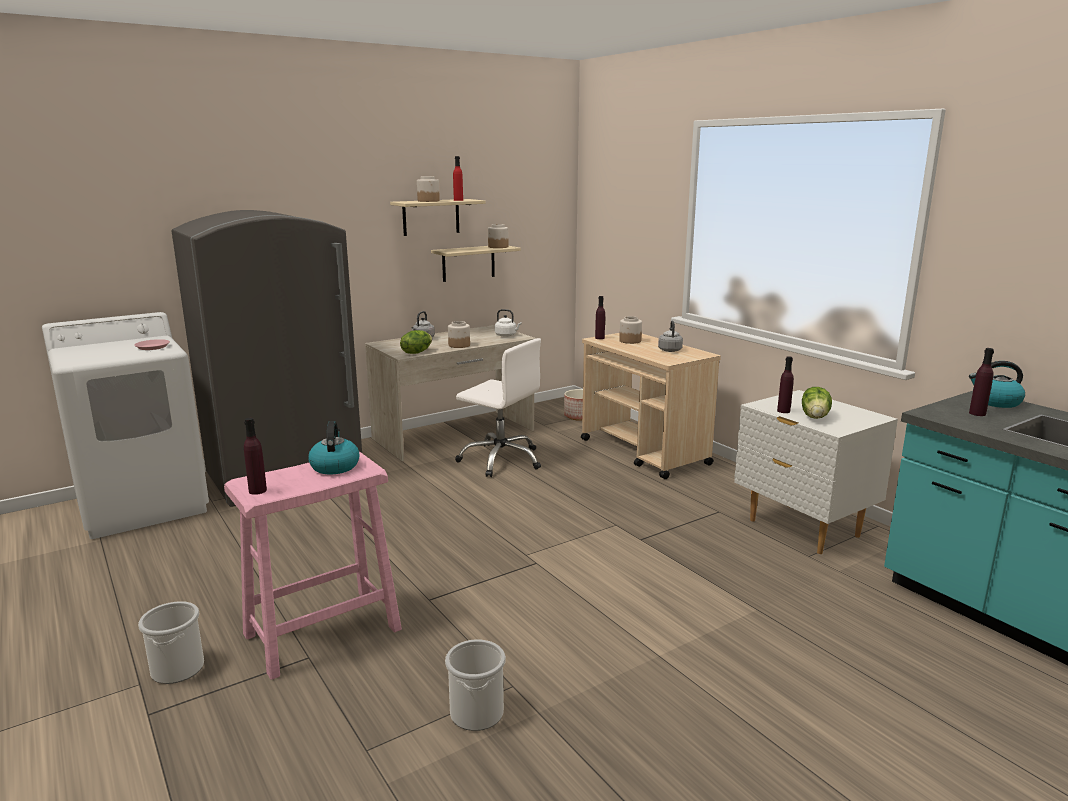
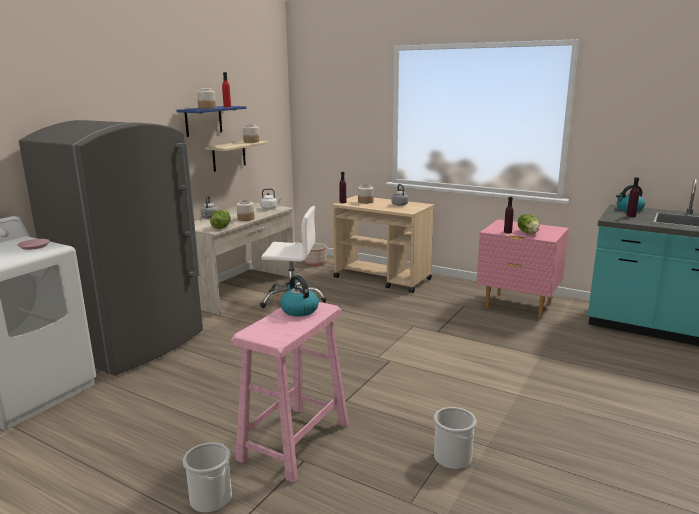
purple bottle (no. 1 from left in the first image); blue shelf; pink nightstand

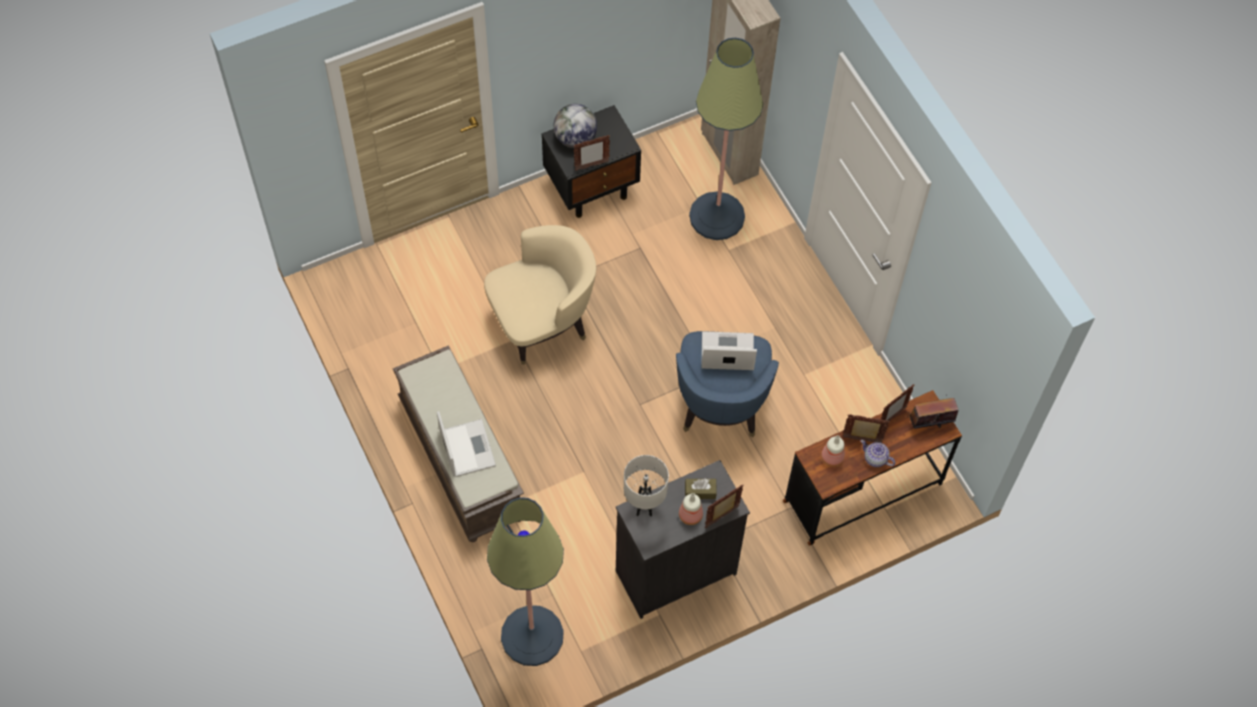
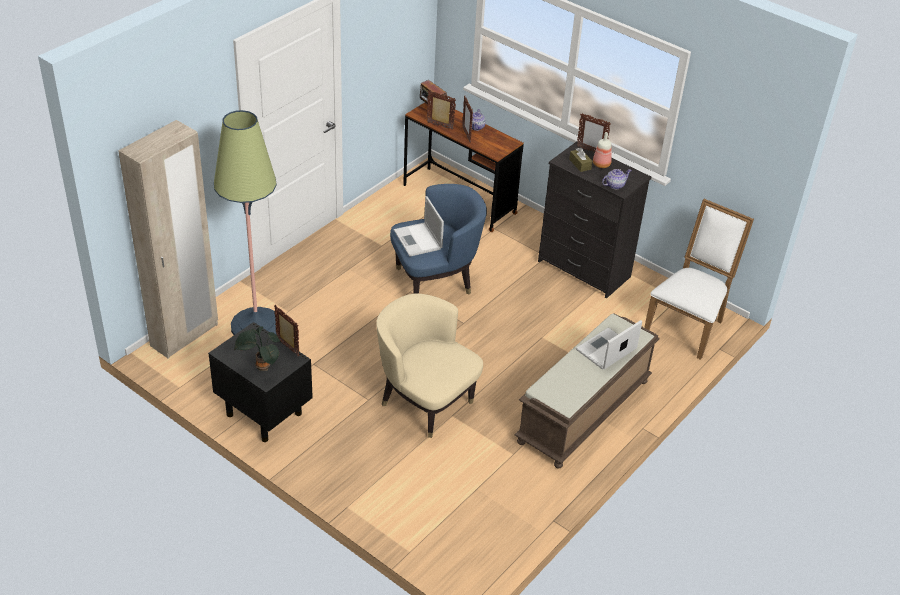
white chair; potted plant; teapot (no. 2 from left); bottle (no. 2 from left in the first image)

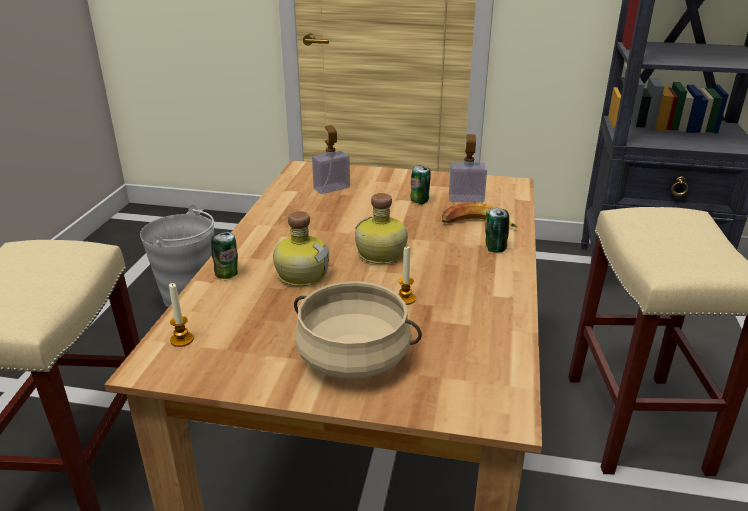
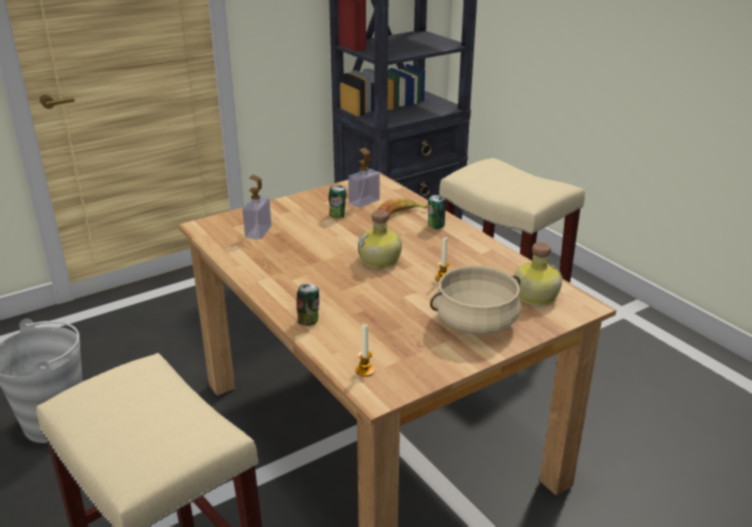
bottle (no. 2 from left)

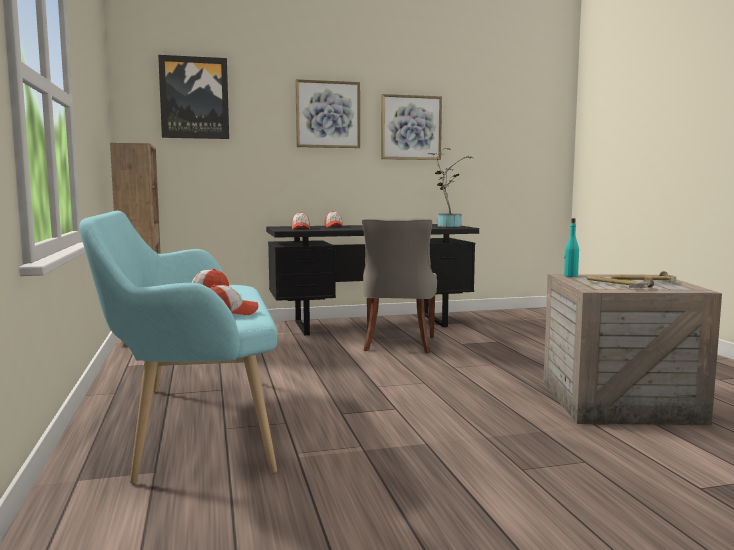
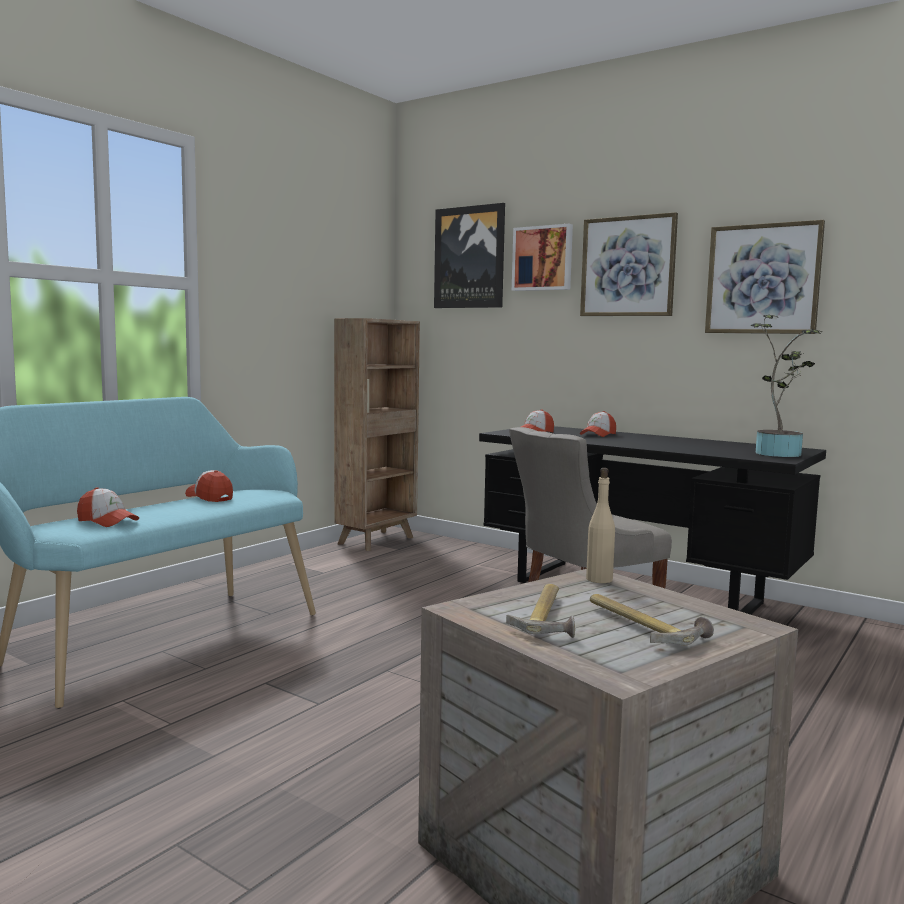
beige bottle; picture (no. 2 from left)

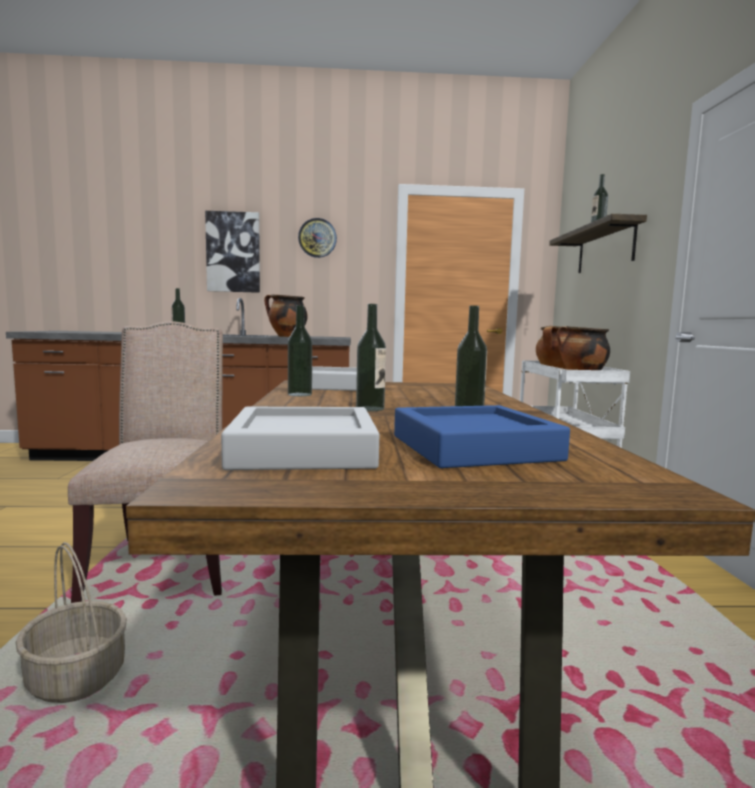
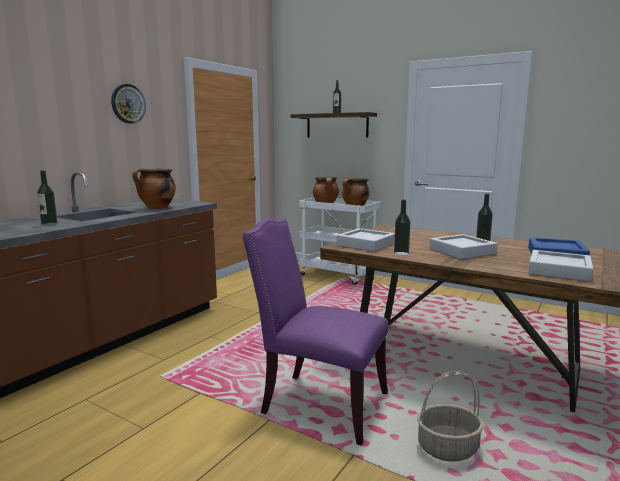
purple chair; picture; grey tray (no. 2 from left)

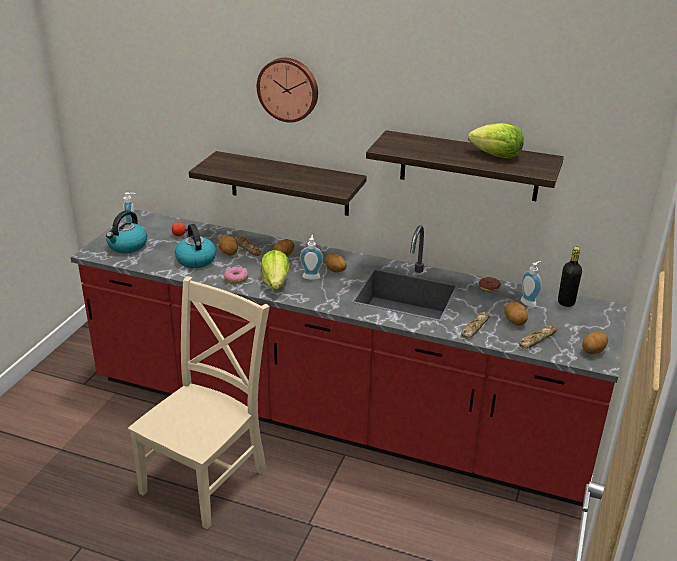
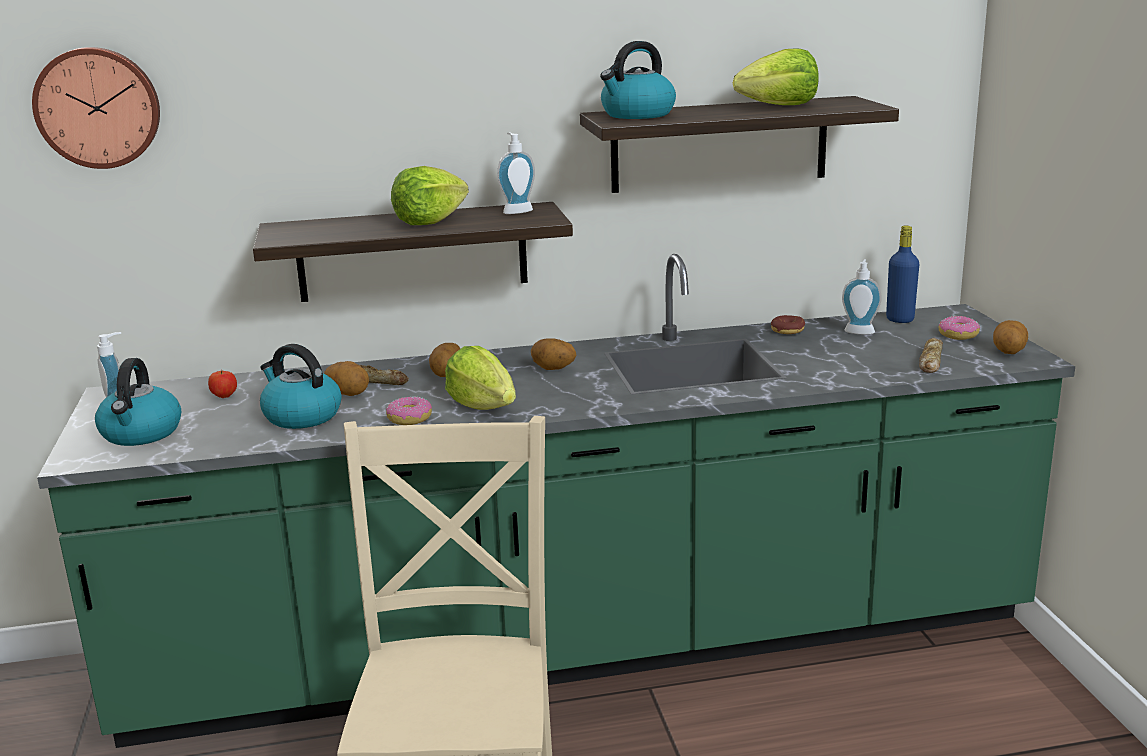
green counter; wall clock; soap dispenser (no. 2 from left); bread (no. 2 from left in the first image); potato (no. 4 from left in the first image); blue bottle; lettuce (no. 1 from left); kettle (no. 3 from left); donut (no. 3 from left)

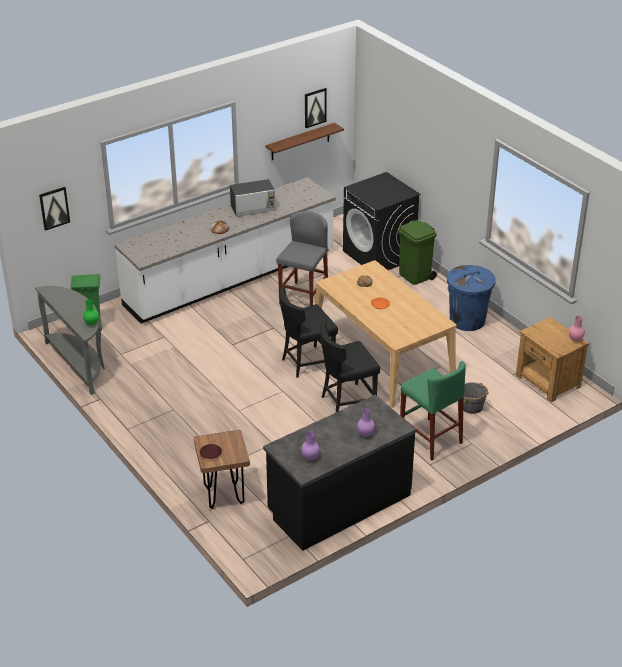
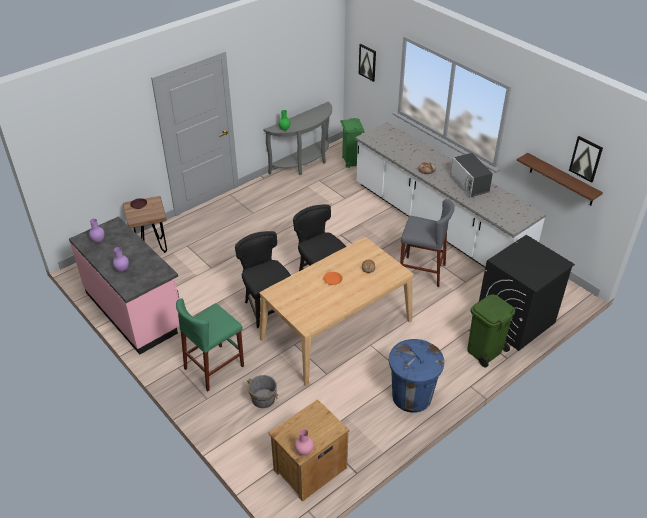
pink counter

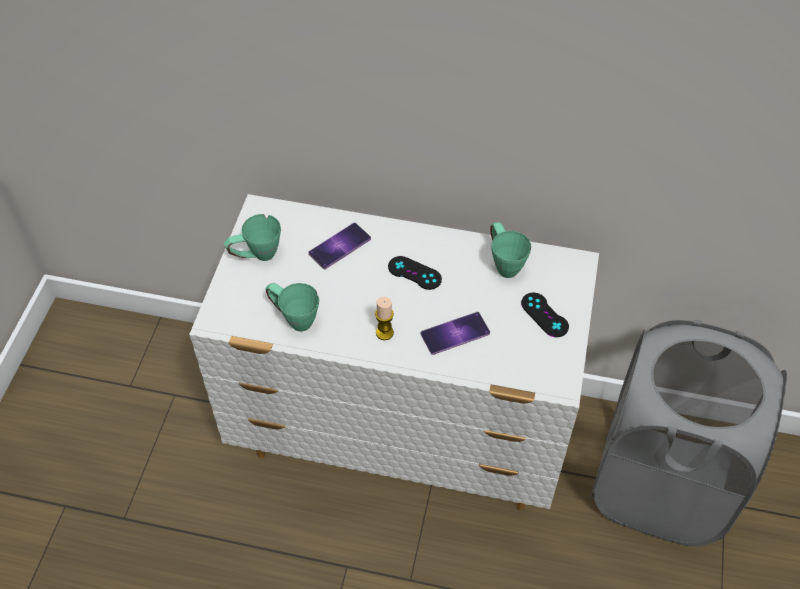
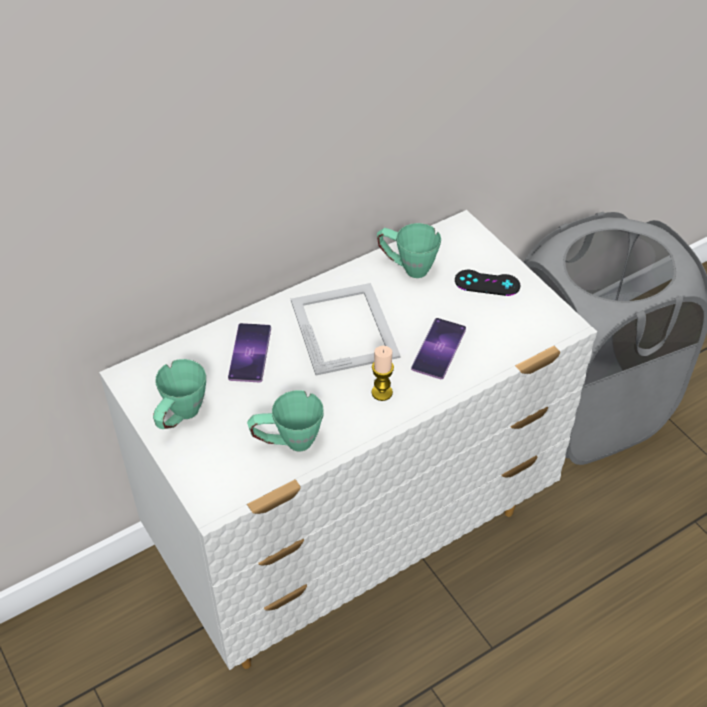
picture frame

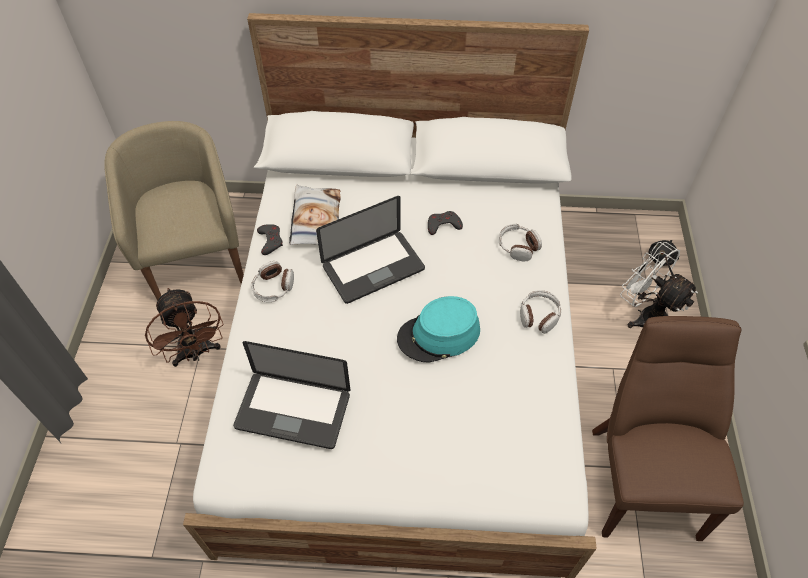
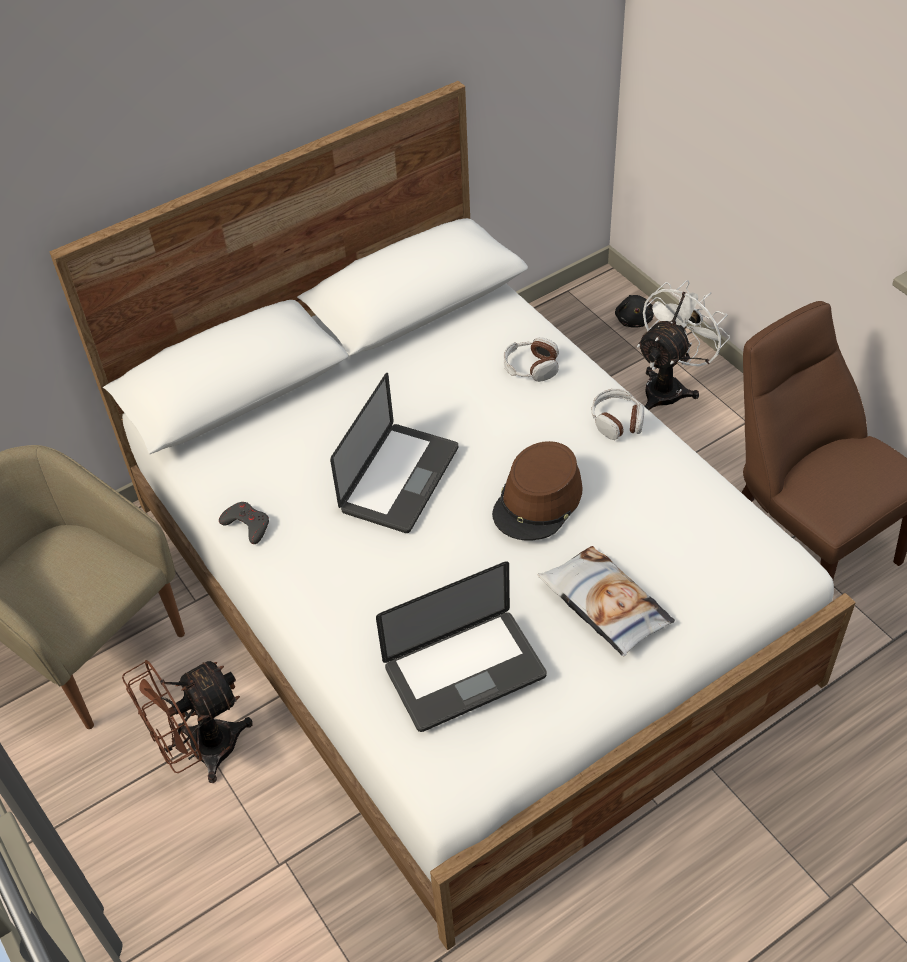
brown fan; headphones (no. 1 from left in the first image); pillow; brown hat; grey game controller (no. 2 from left in the first image); white fan

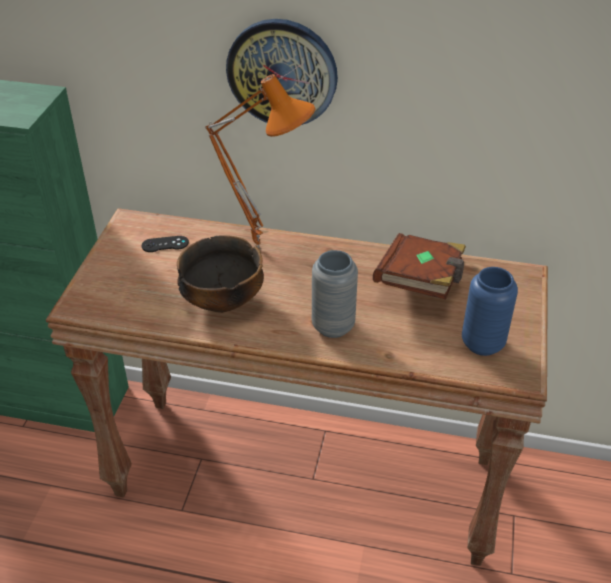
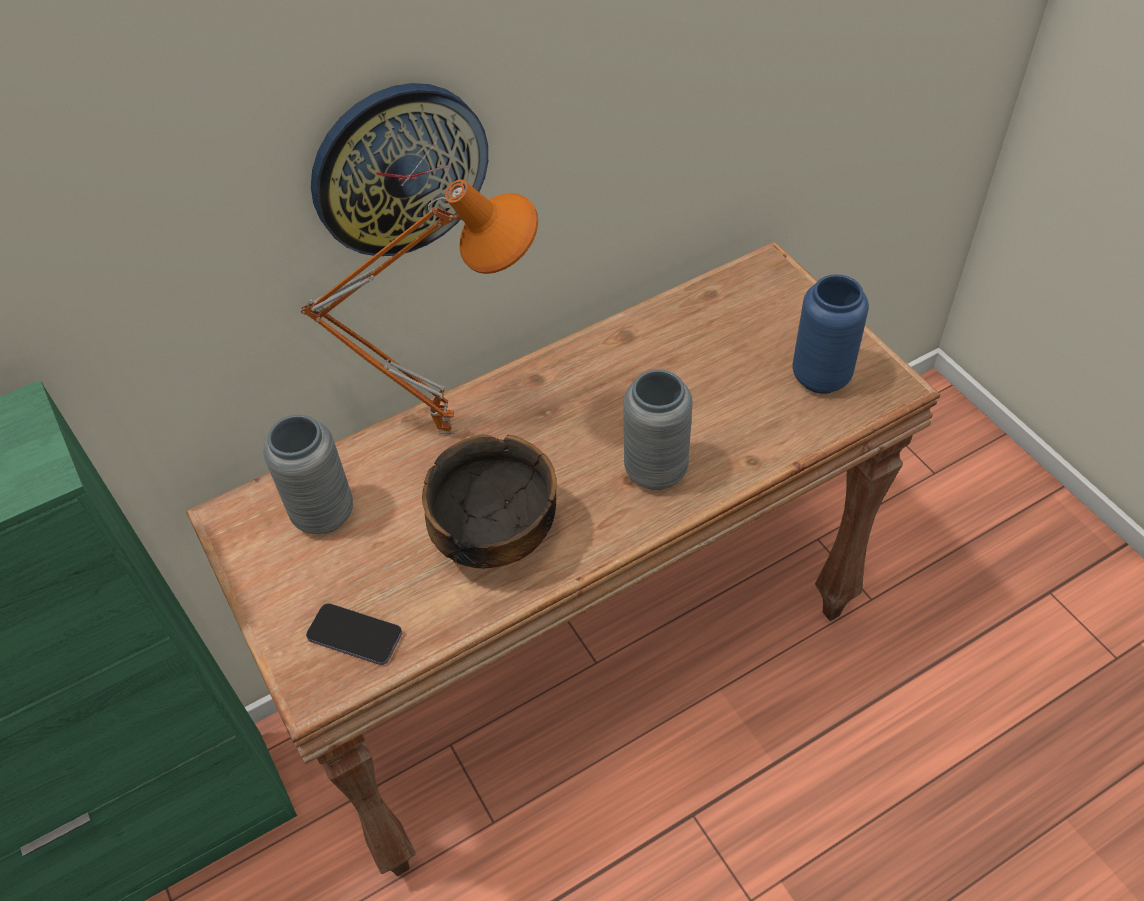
grey vase (no. 1 from left); brown book; phone

